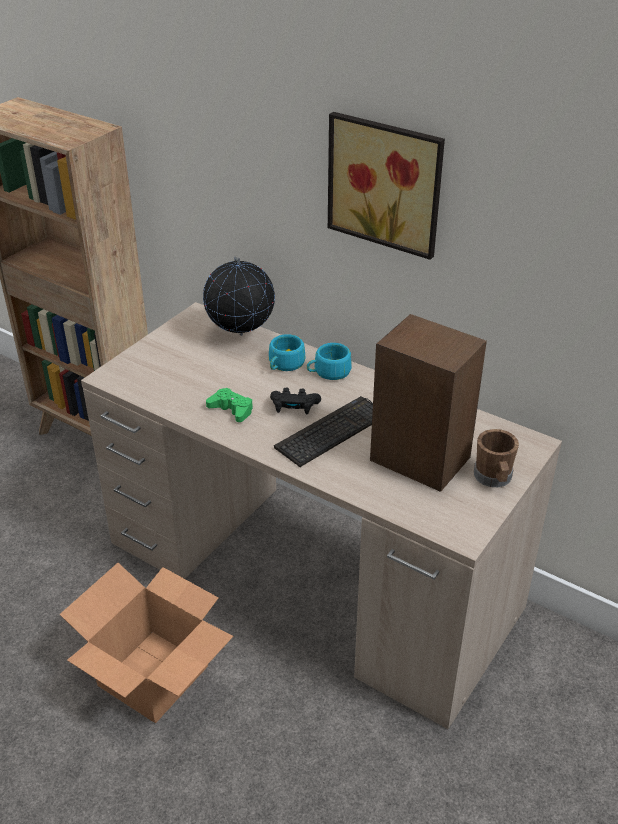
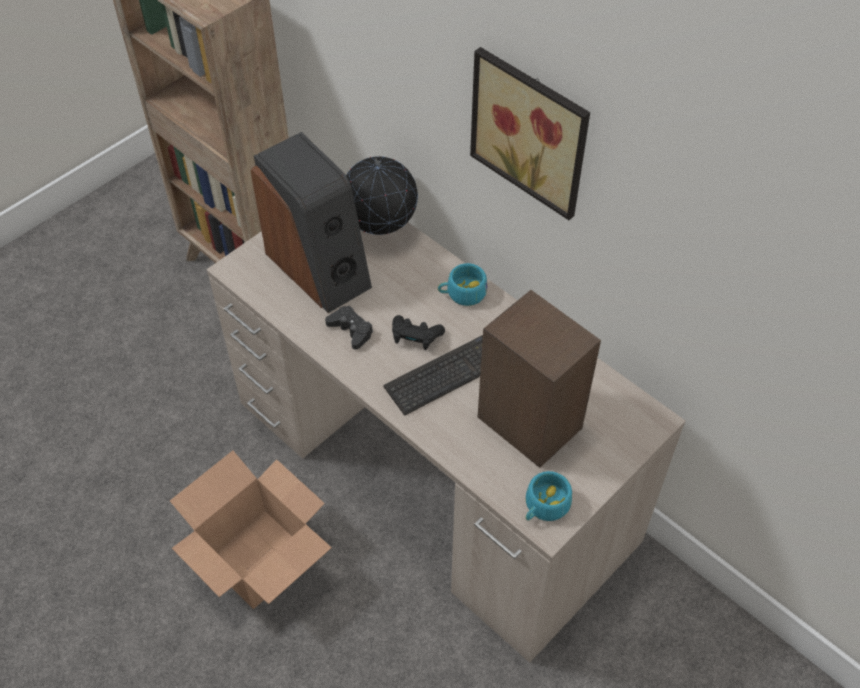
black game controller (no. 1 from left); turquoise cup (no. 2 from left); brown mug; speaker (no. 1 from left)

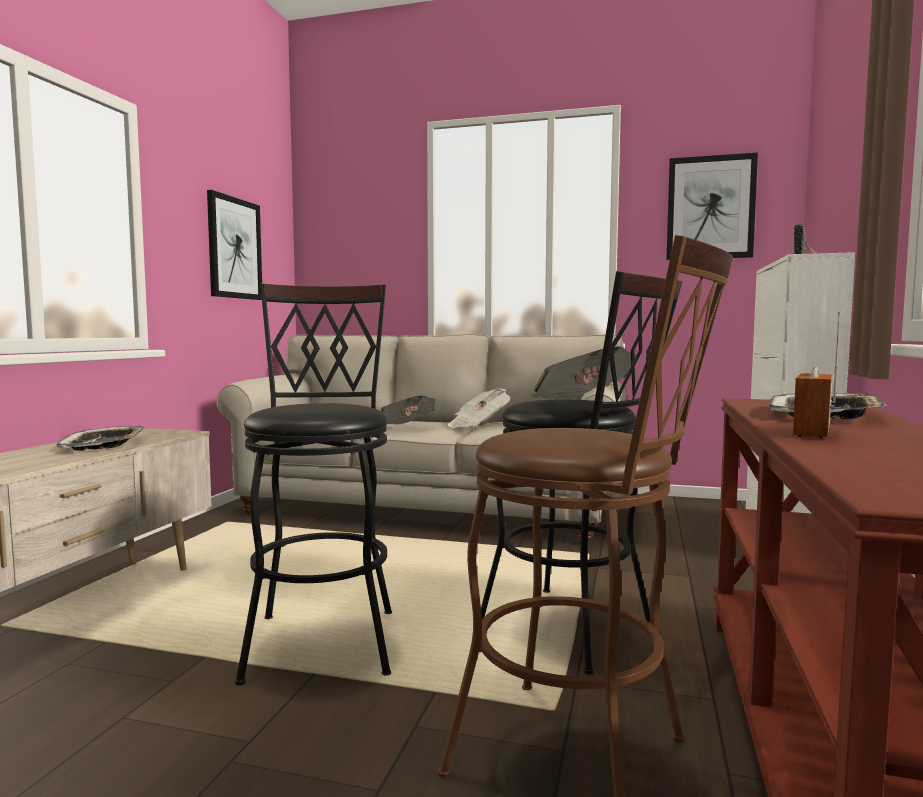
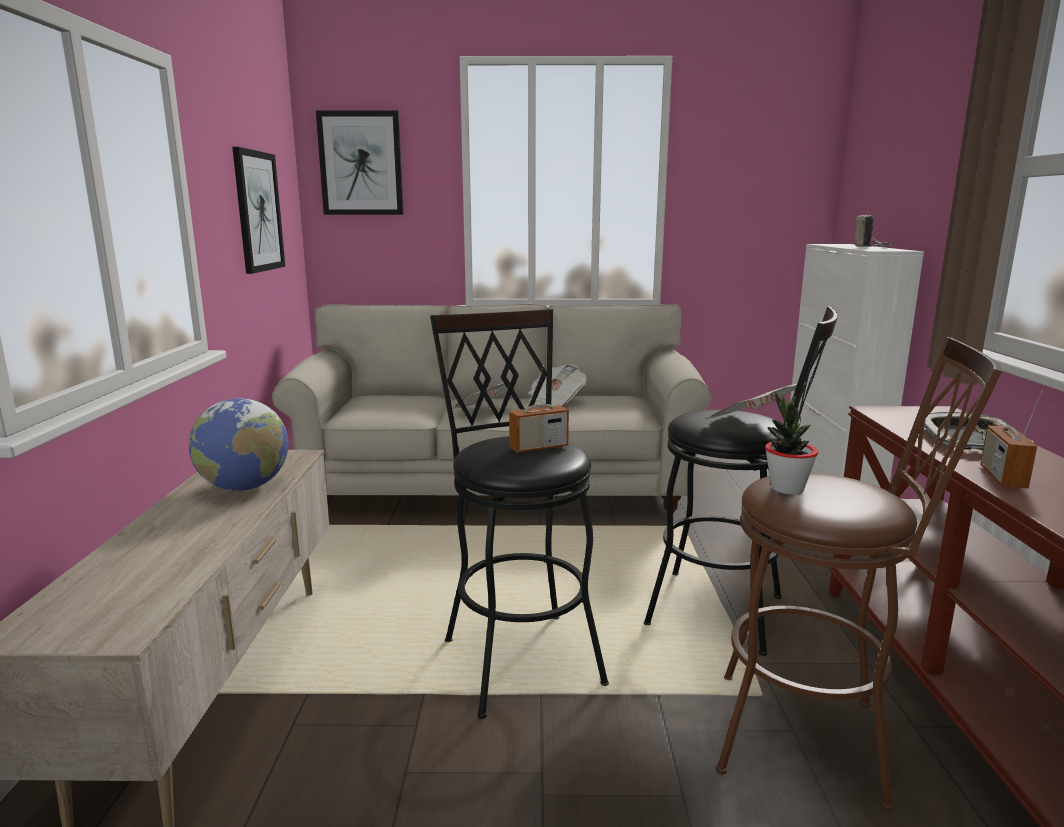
globe; picture (no. 2 from left); radio (no. 1 from left); potted plant

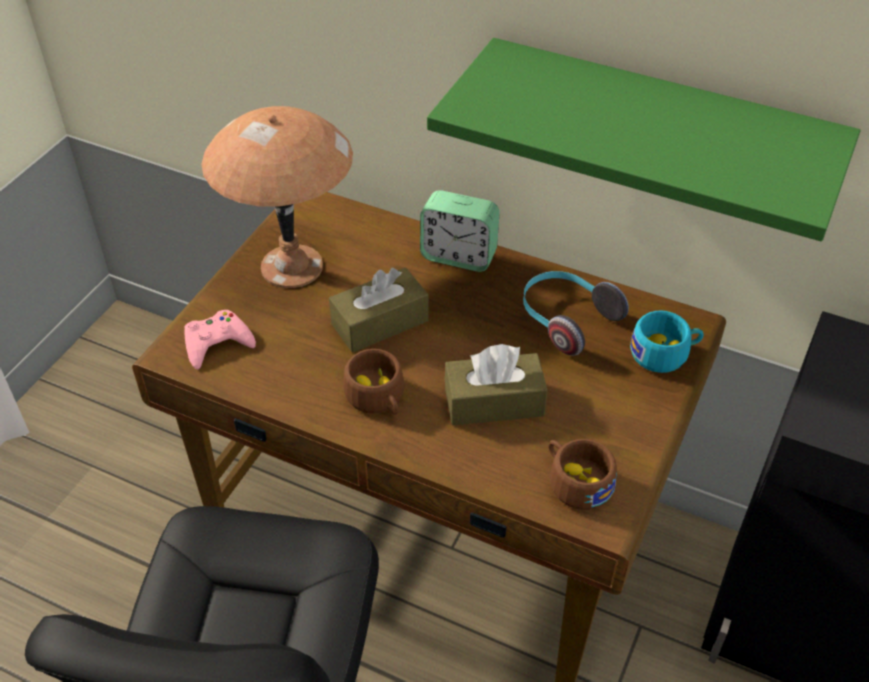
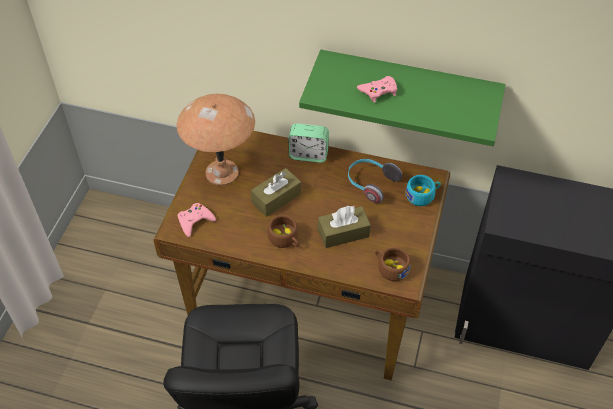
pink game controller (no. 2 from left)

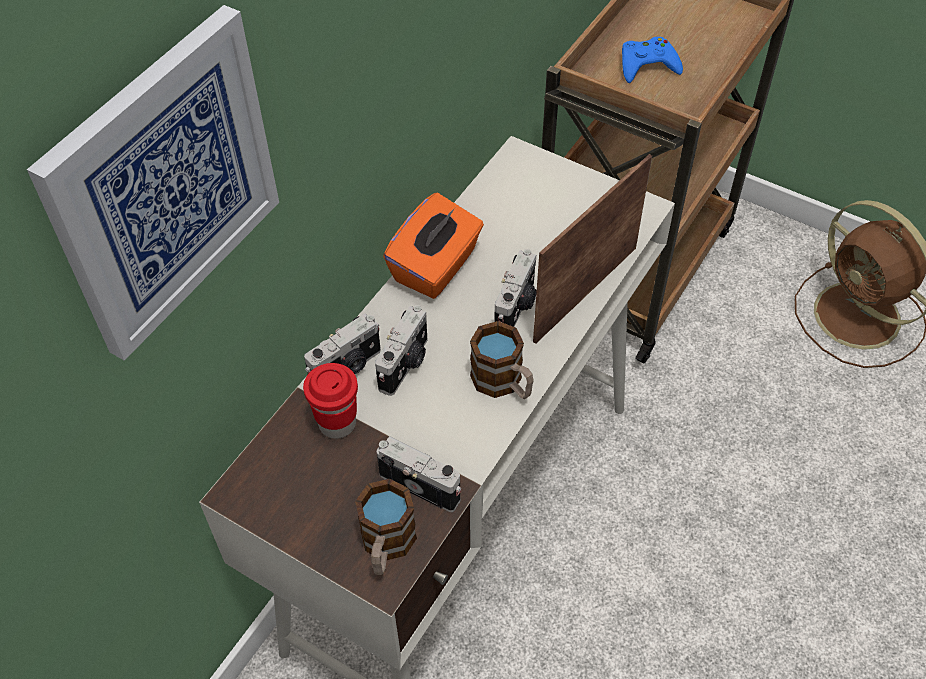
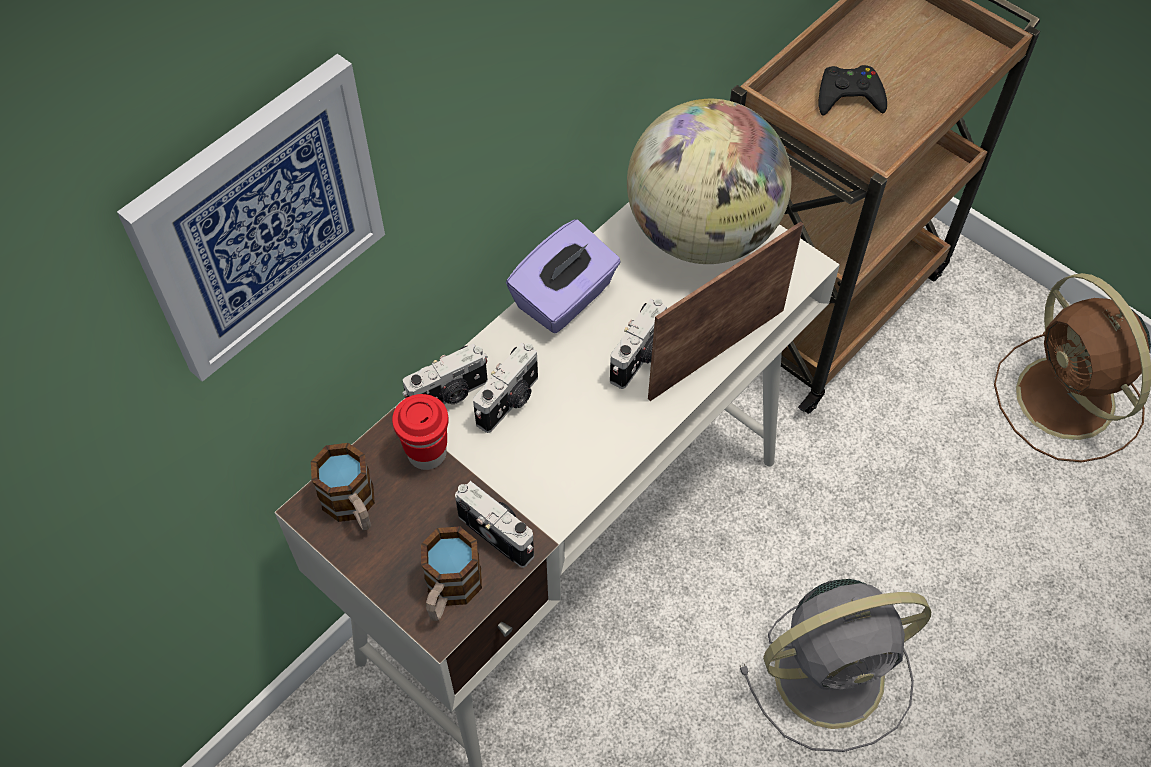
purple tissue box; mug (no. 1 from left); black game controller; globe; grey fan

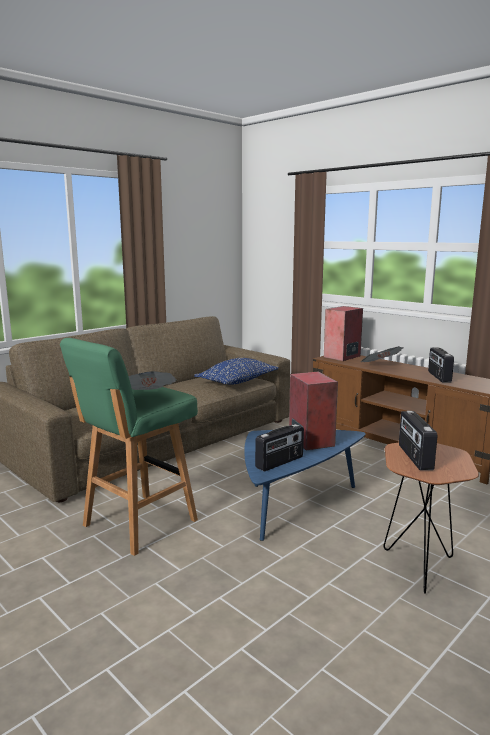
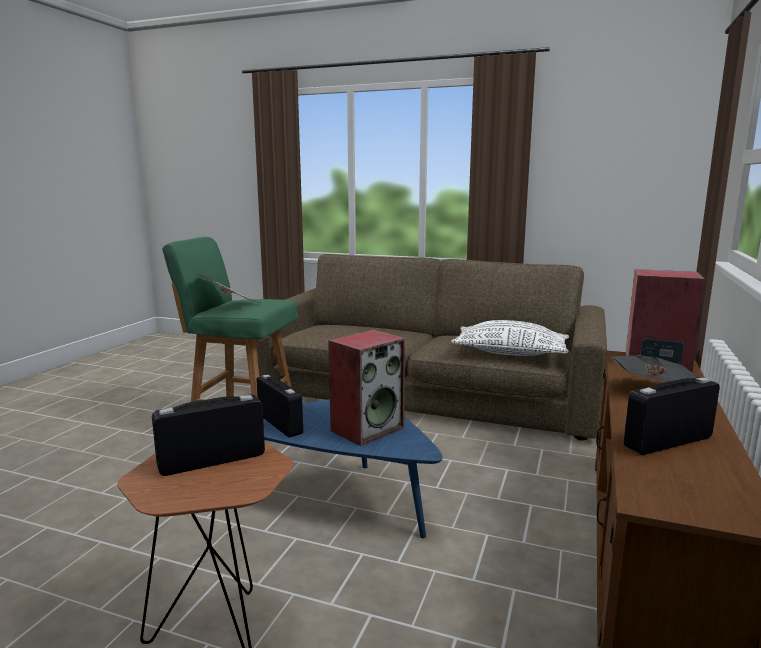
white pillow; radio (no. 2 from left)

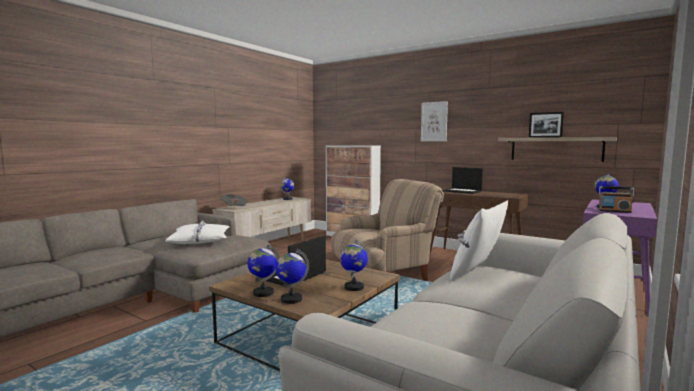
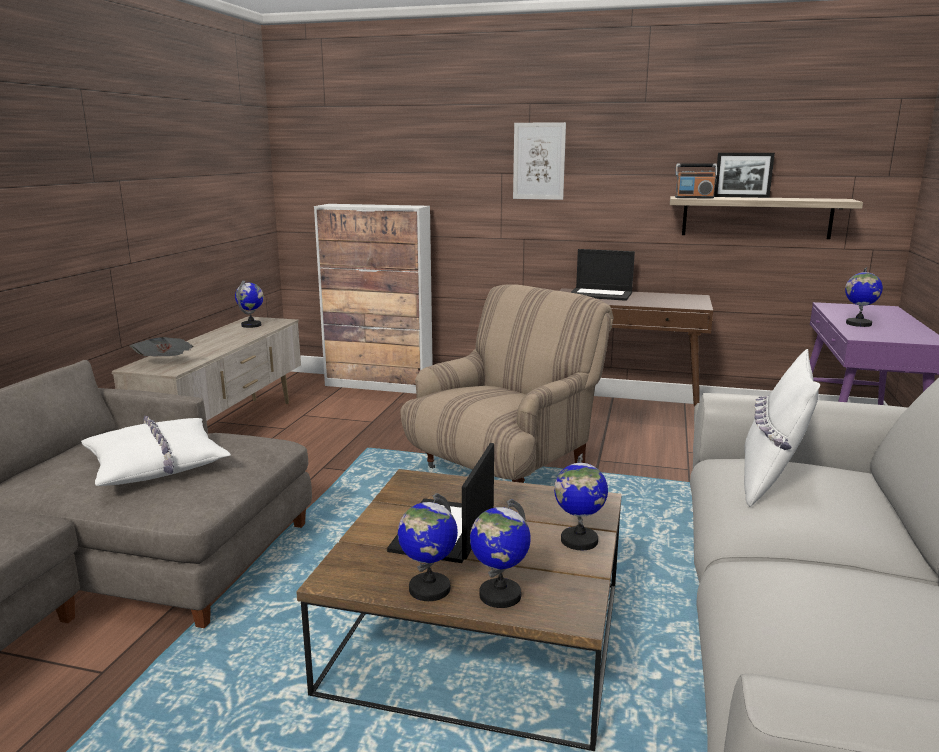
radio

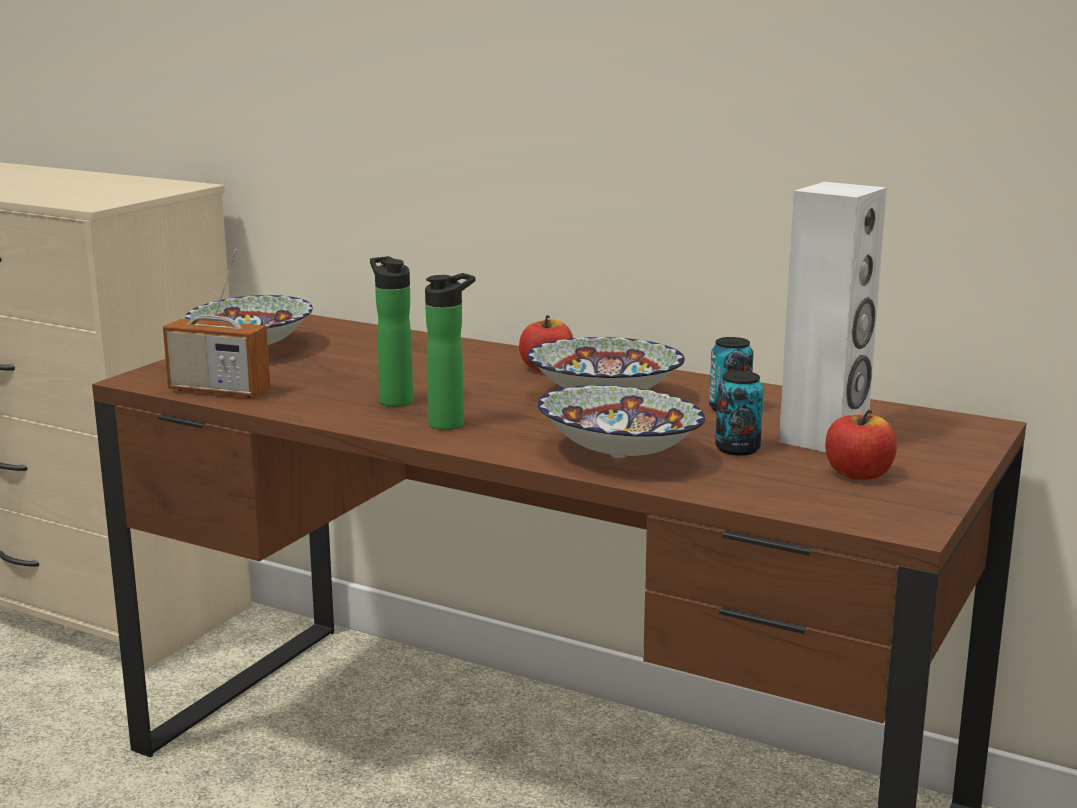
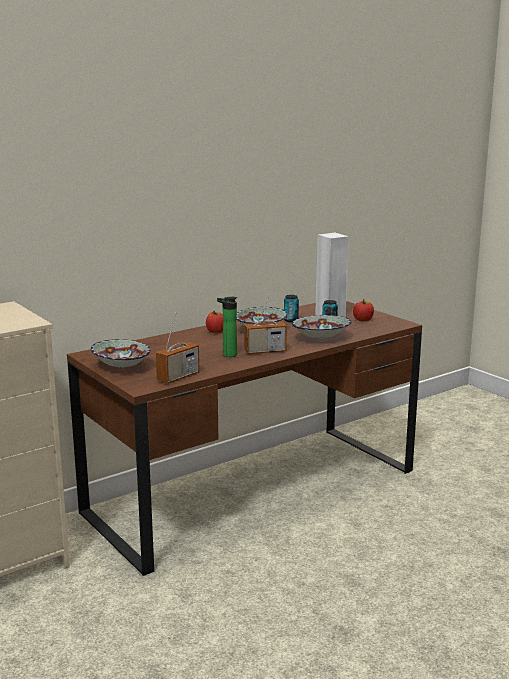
radio (no. 2 from left)

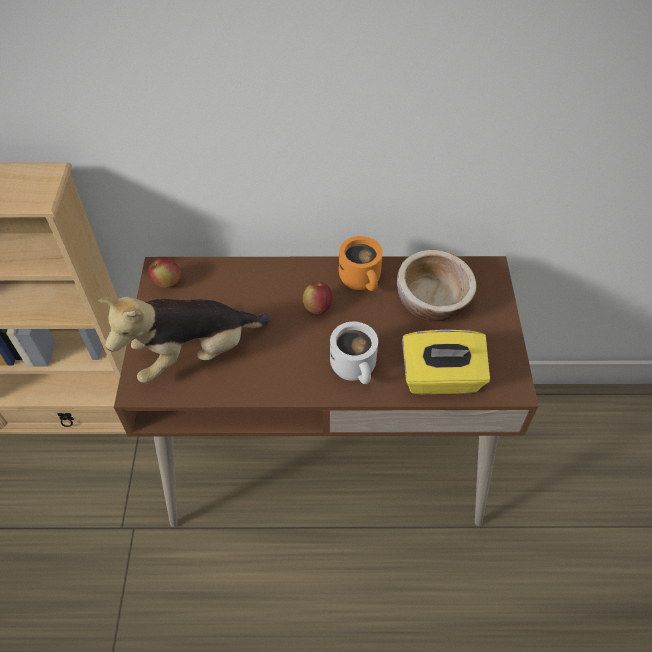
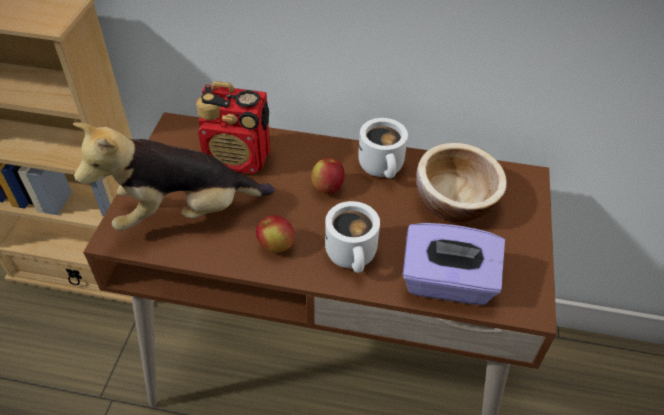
apple (no. 1 from left); white mug (no. 2 from left); purple tissue box; radio

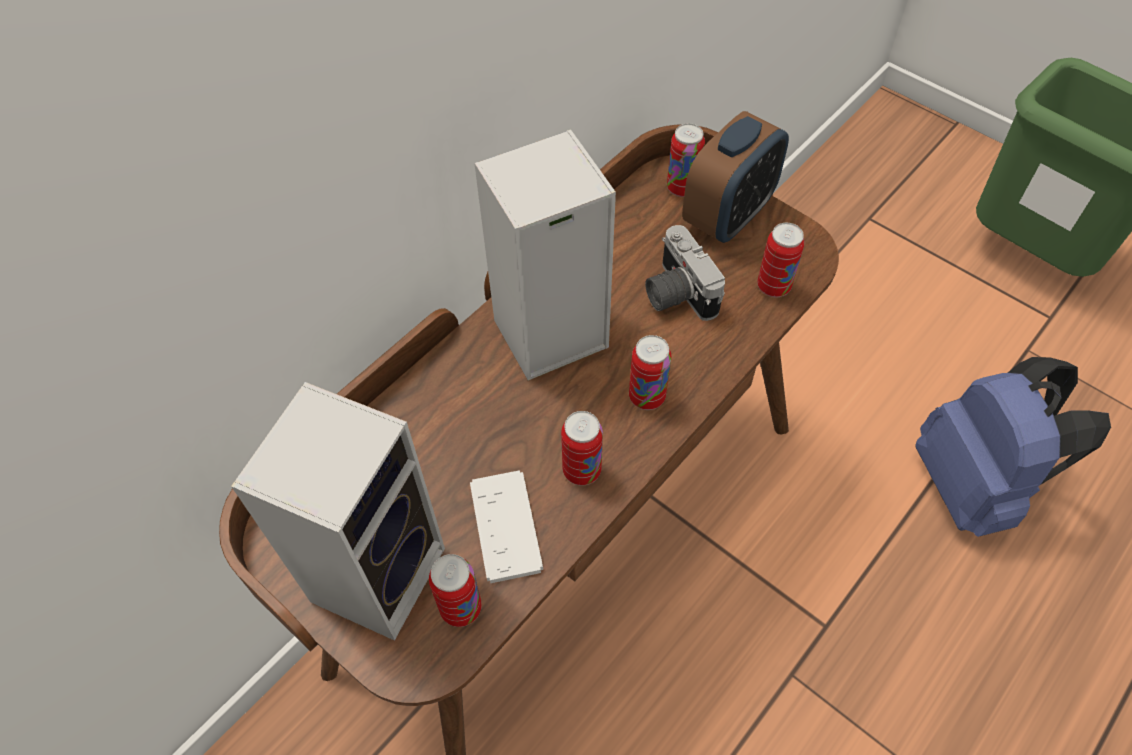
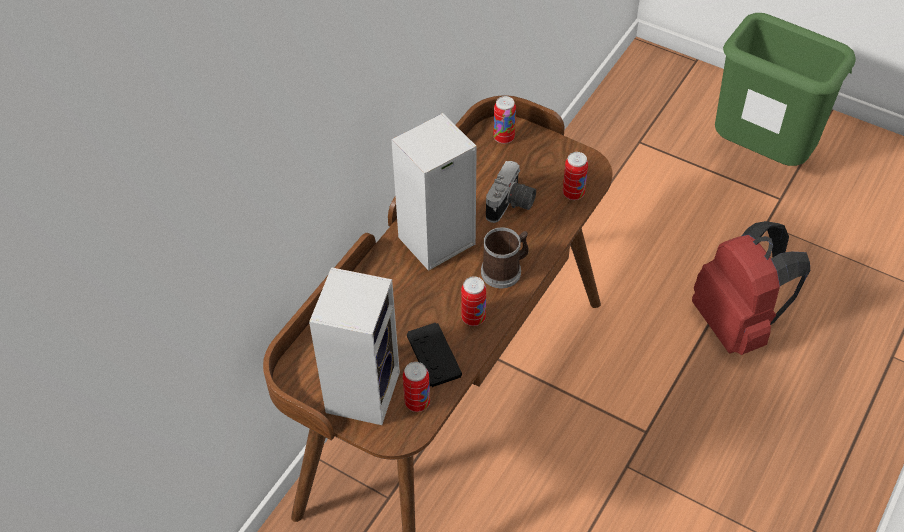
black game controller; mug; photo camera; alarm clock; red backpack

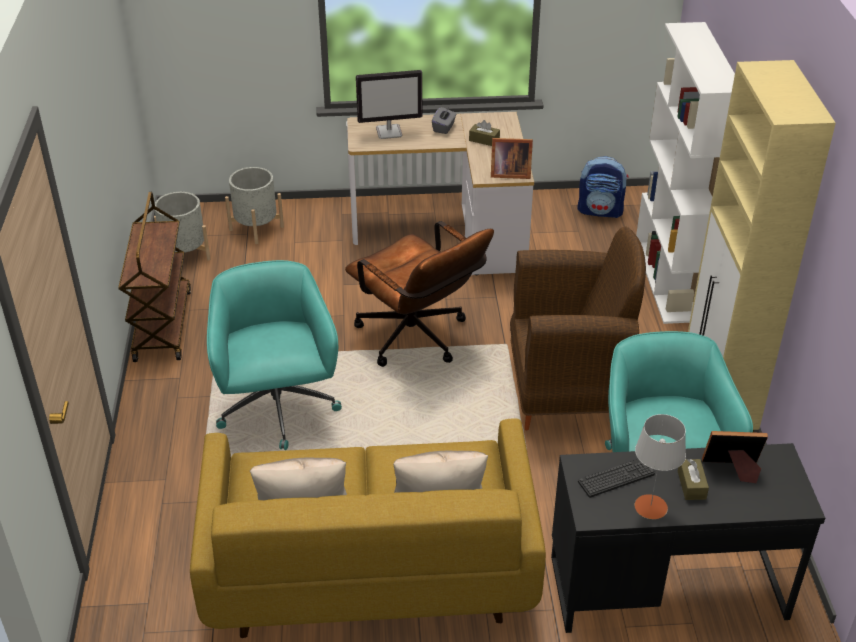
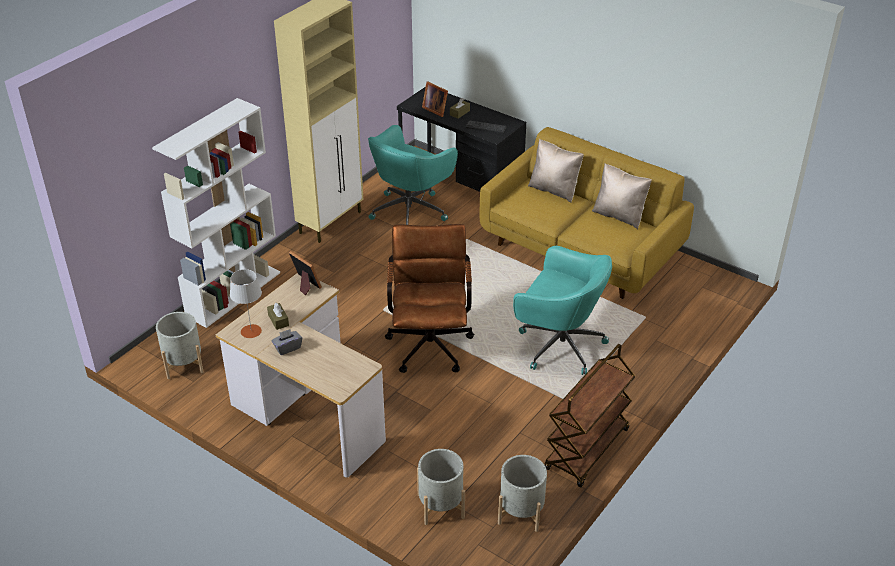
turquoise office chair (no. 2 from left); monitor; brown armchair; grey planter (no. 1 from left); grey table lamp

